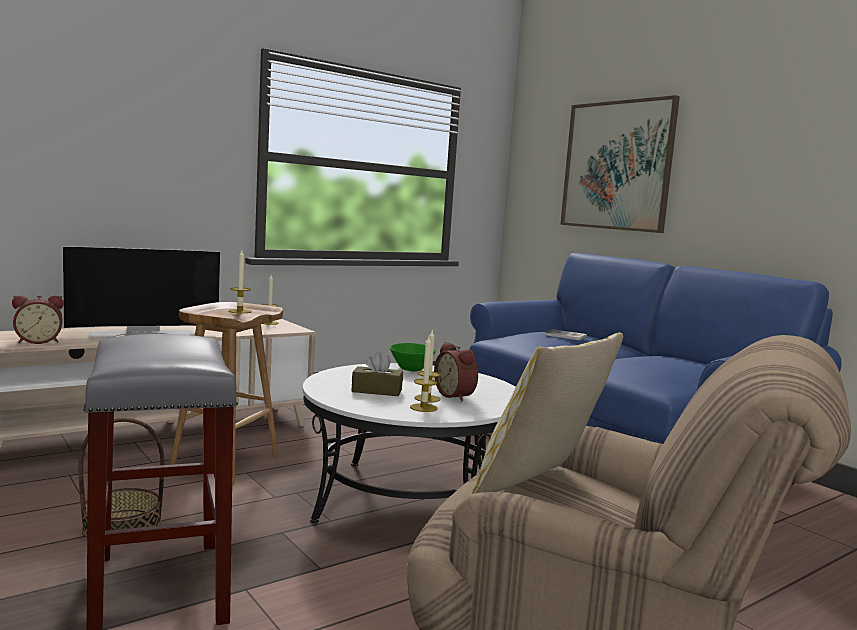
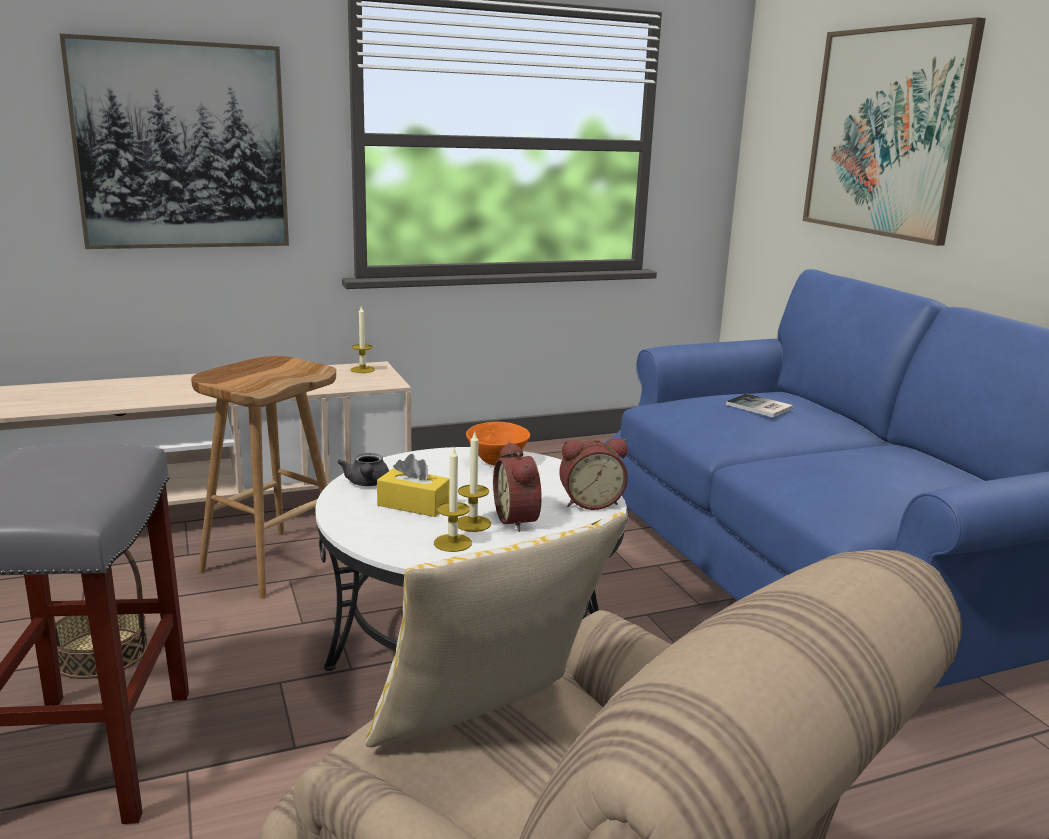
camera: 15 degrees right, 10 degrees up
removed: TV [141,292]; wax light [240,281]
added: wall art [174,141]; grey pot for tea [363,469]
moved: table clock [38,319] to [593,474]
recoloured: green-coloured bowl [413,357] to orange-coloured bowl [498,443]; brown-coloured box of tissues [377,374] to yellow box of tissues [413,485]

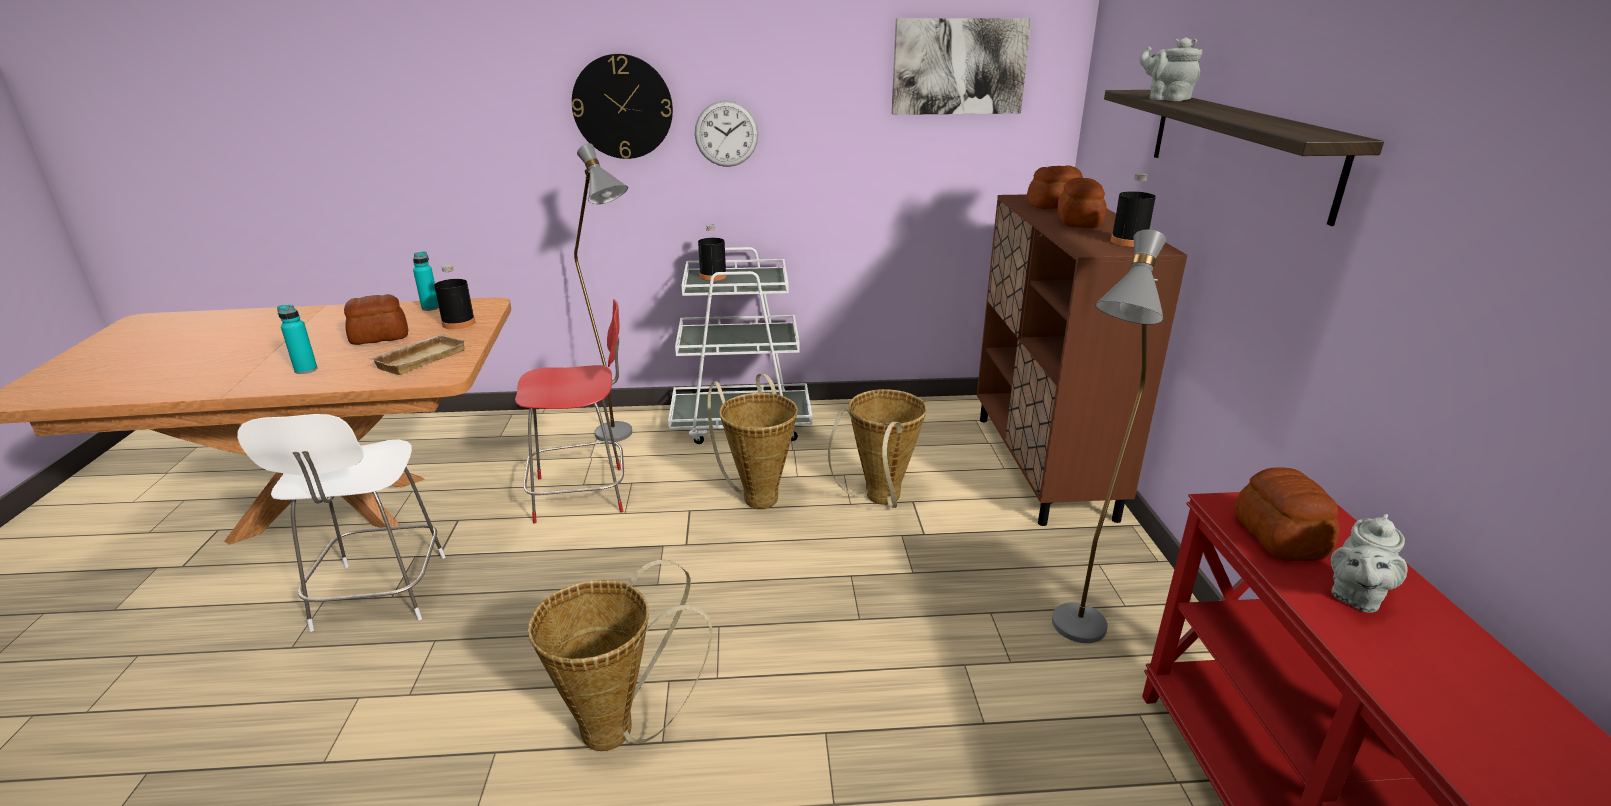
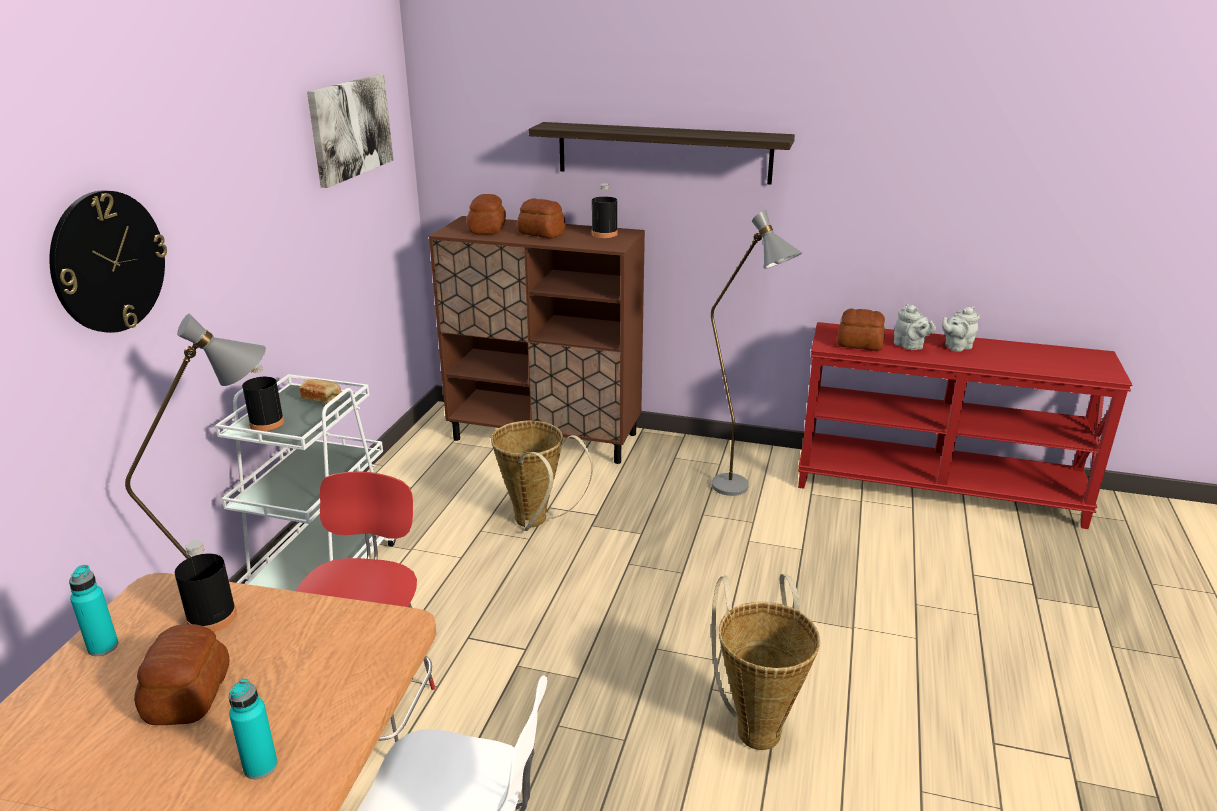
camera: 70 degrees left, 0 degrees up
removed: wall clock [727,133]; beige serving tray [417,354]; storage basket [752,441]
added: baked bread [320,391]
moved: grey pot for tea [1170,69] to [961,329]

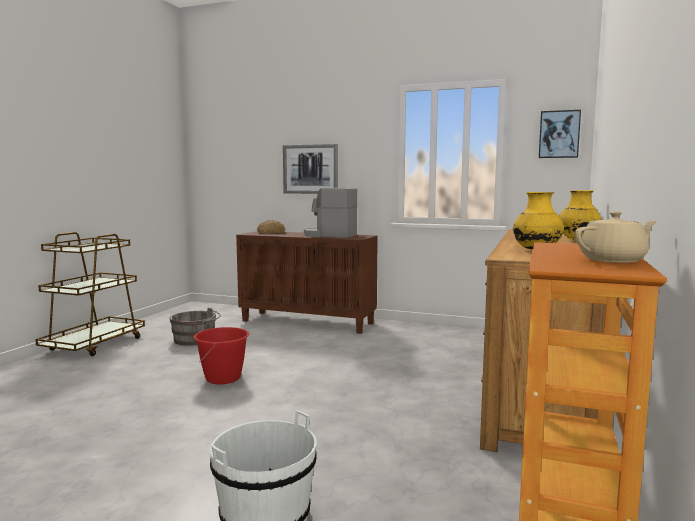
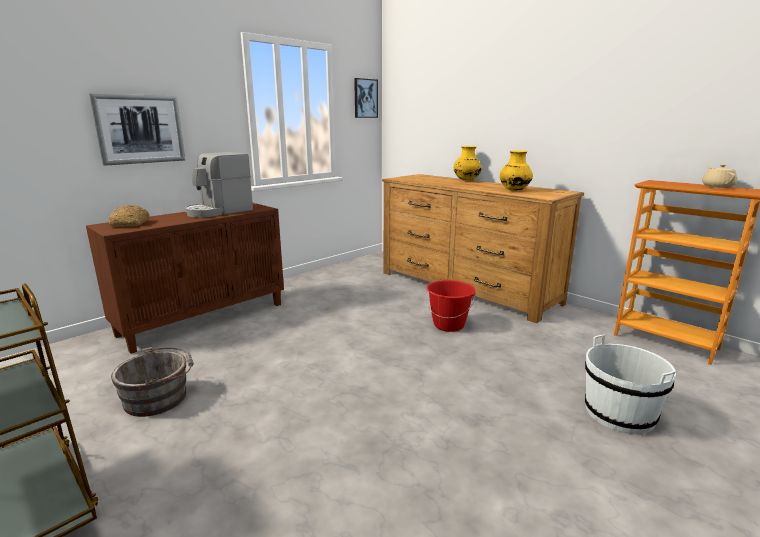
camera: 65 degrees left, 10 degrees up
moved: red-coloured bucket [221,355] to [450,306]

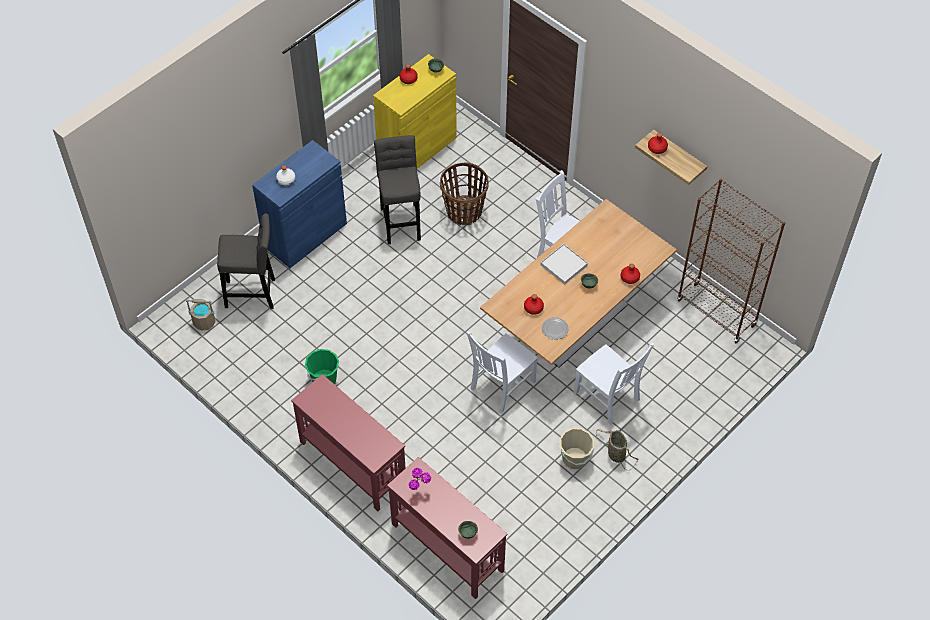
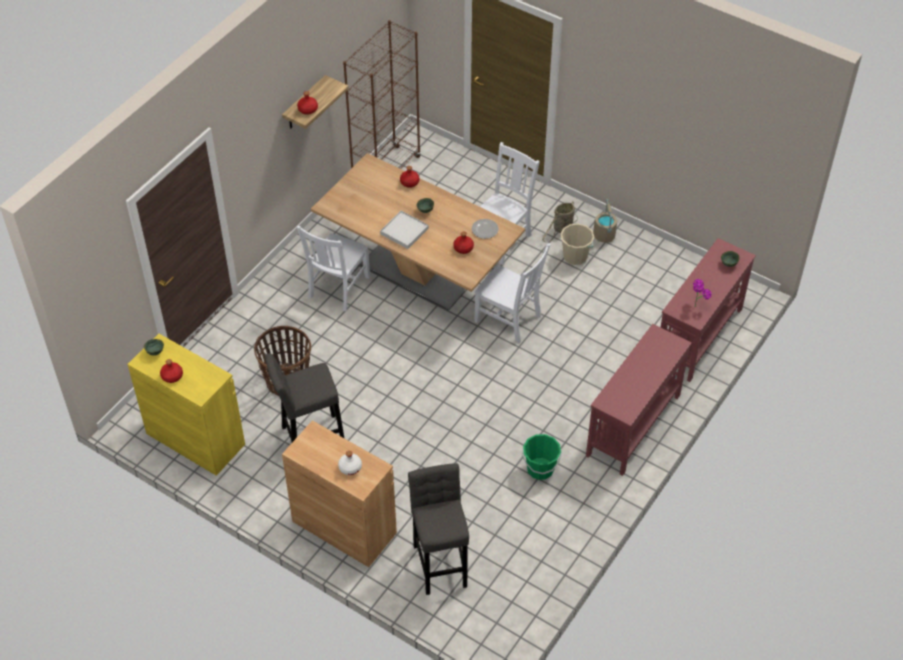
camera: 100 degrees left, 5 degrees down
moved: beige bucket [200,314] to [605,221]
recoloured: blue-coloured cabinet [299,204] to brown-coloured cabinet [339,493]

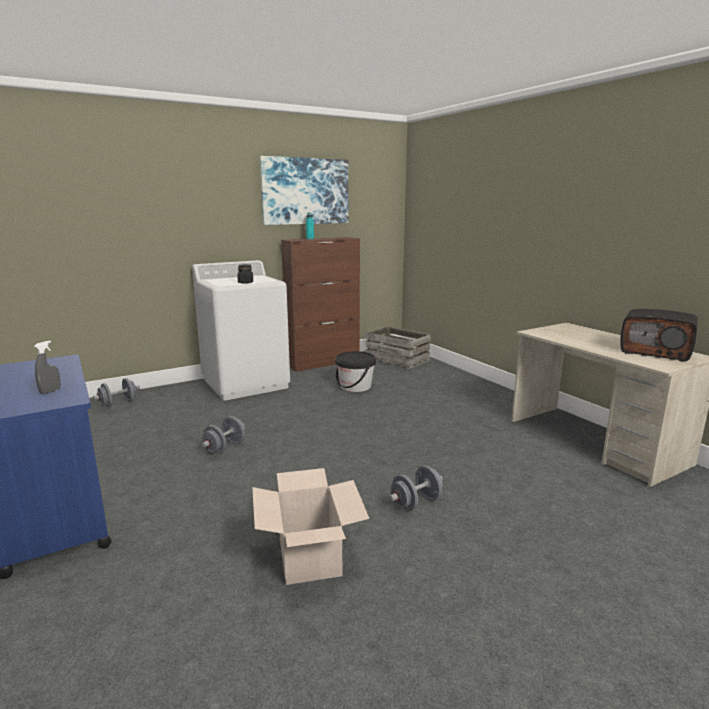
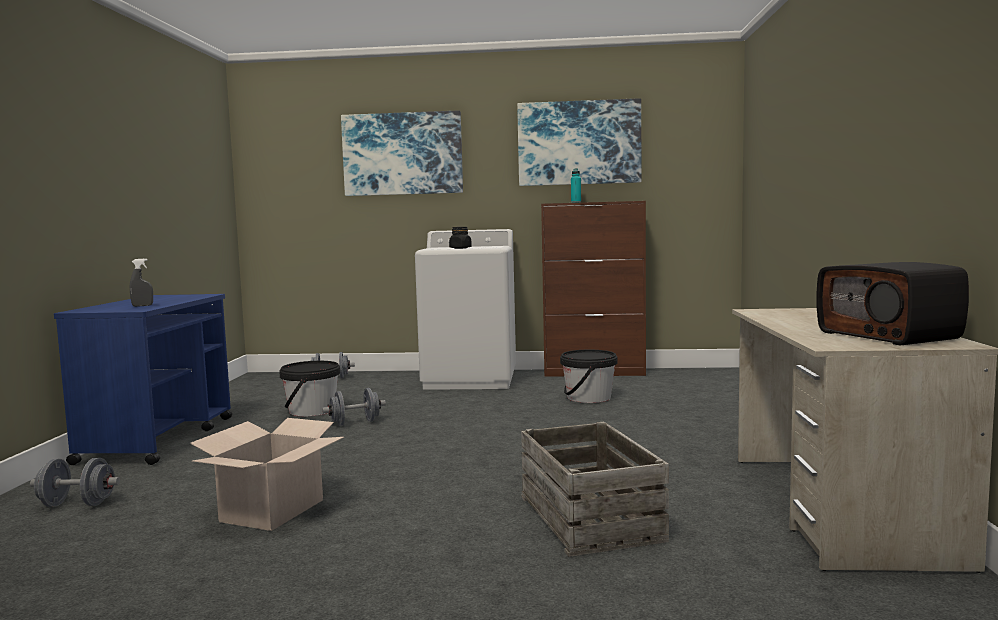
camera: 35 degrees right, 10 degrees down
added: wall art [402,153]; black-coloured bucket [309,389]
moved: packing crate [398,347] to [595,489]; grey hand weight [416,488] to [75,482]

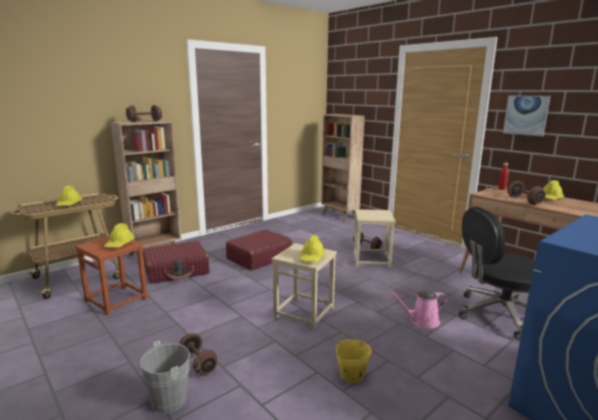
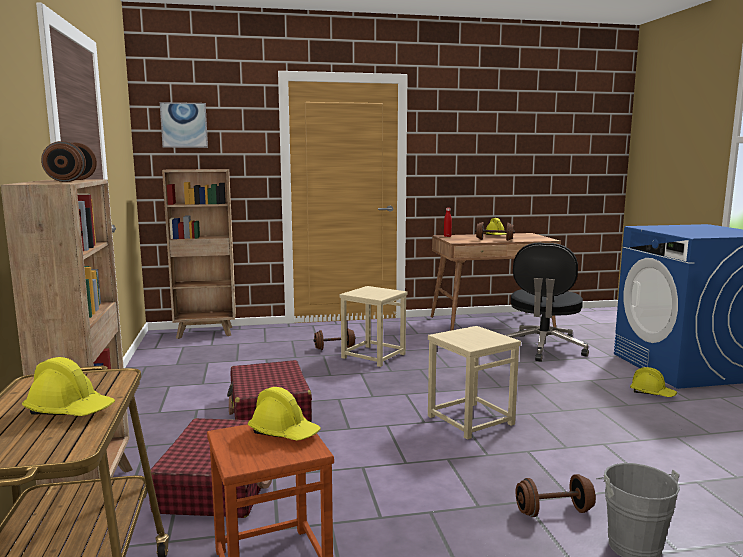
camera: 60 degrees left, 5 degrees down
removed: pinkish watering pot [419,309]; yellow bucket [353,357]
moved: wall art [527,116] to [184,125]; yellow work helmet [312,248] to [653,382]

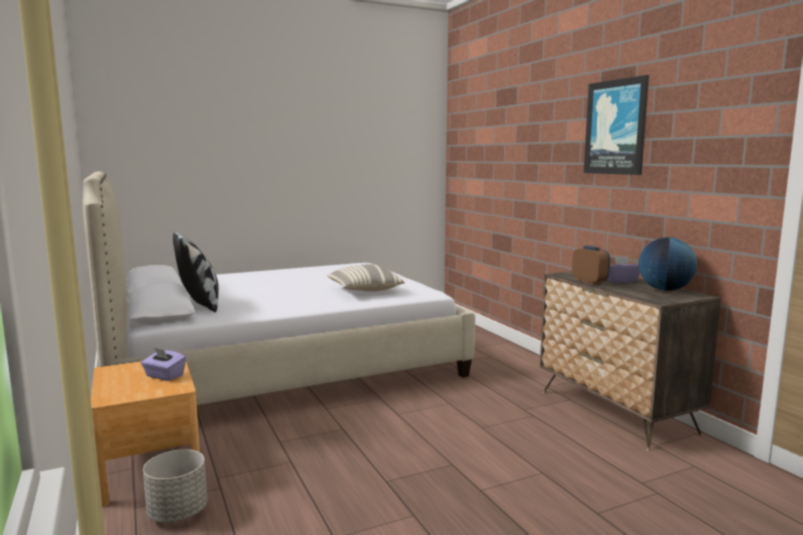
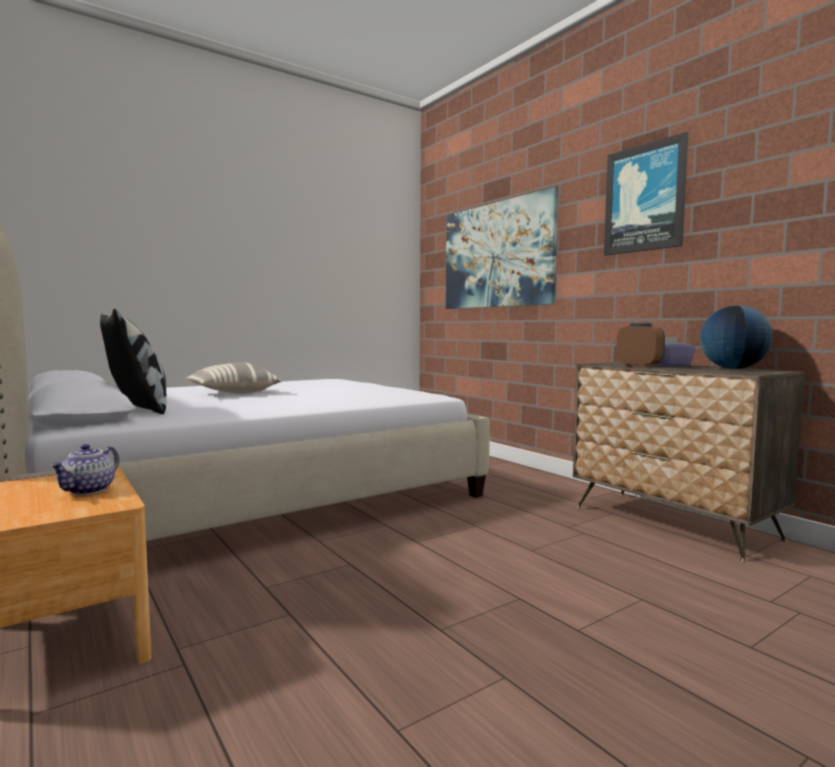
camera: 10 degrees left, 5 degrees down
removed: grey flower pot [175,485]
added: wall art [502,248]
moved: cushion [365,278] to [234,378]
replaced: purple box of tissues [163,364] to pot for tea [84,469]

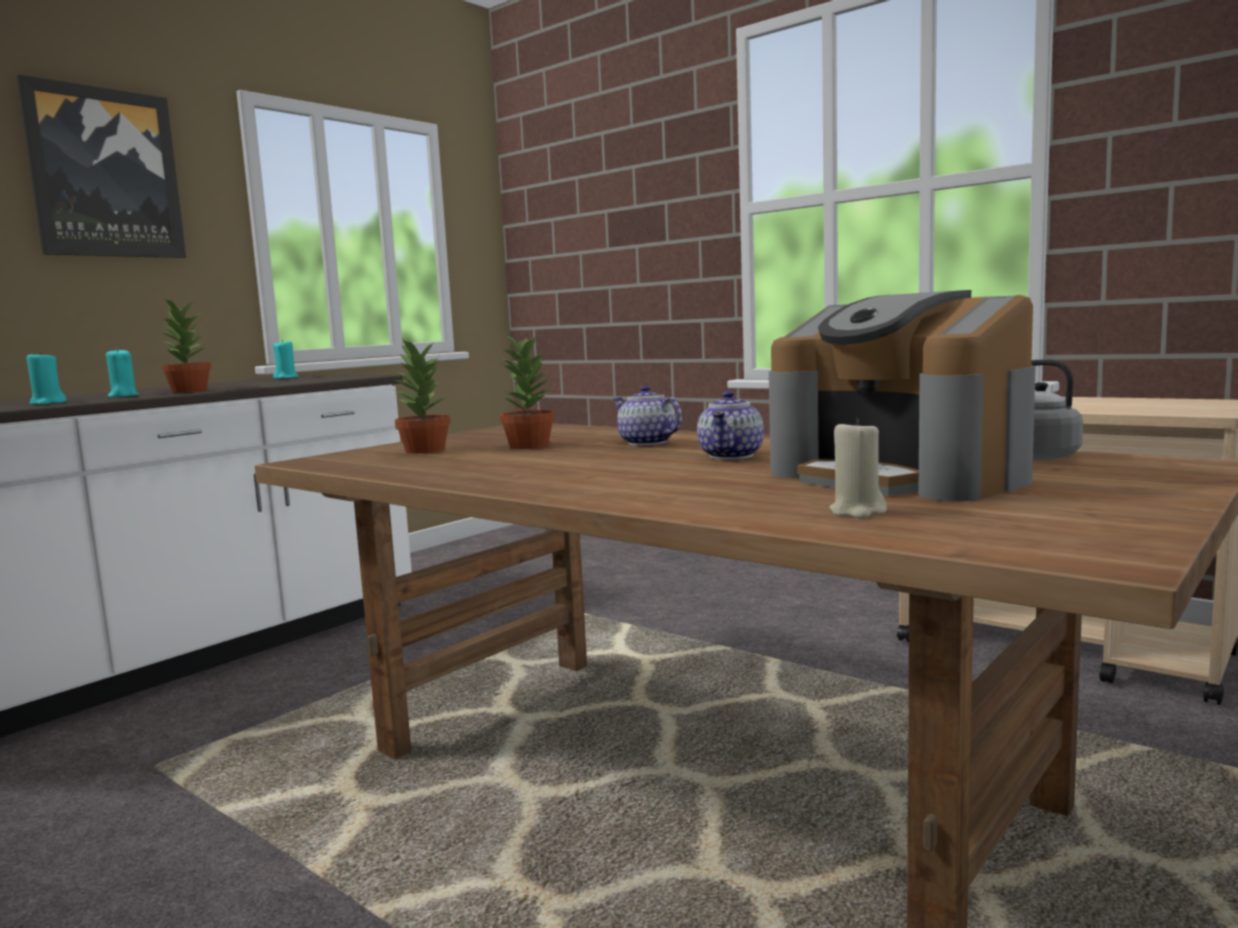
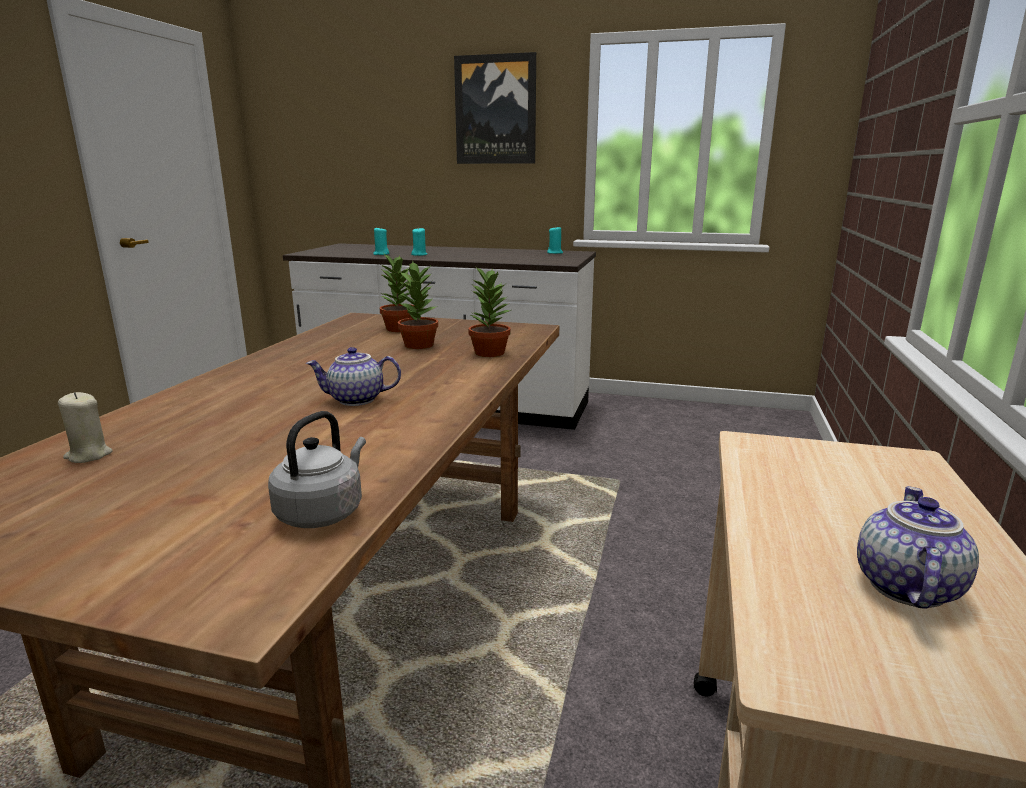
camera: 65 degrees right, 10 degrees up
removed: coffee maker [902,396]
moved: houseplant [185,345] to [489,312]; pot for tea [647,415] to [918,547]

